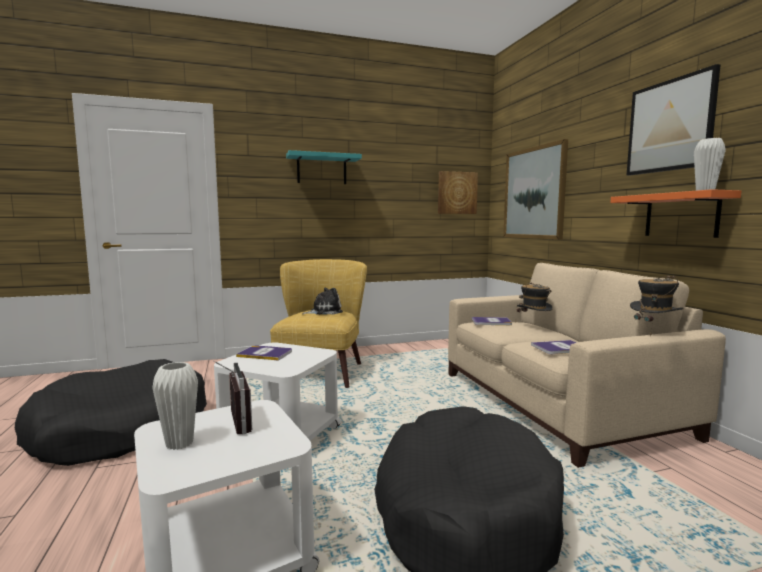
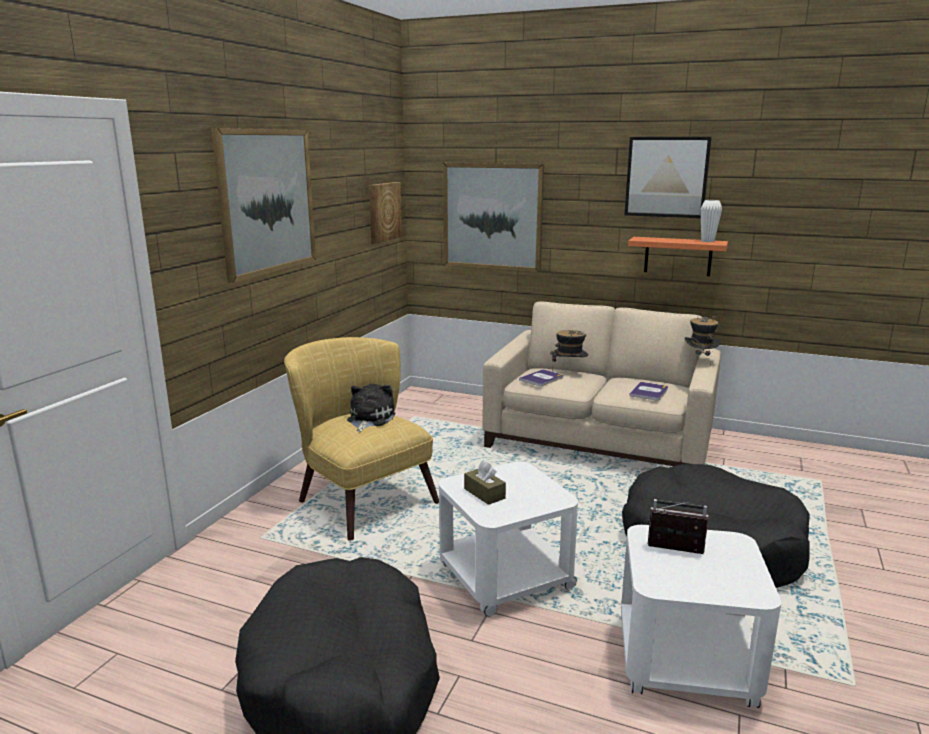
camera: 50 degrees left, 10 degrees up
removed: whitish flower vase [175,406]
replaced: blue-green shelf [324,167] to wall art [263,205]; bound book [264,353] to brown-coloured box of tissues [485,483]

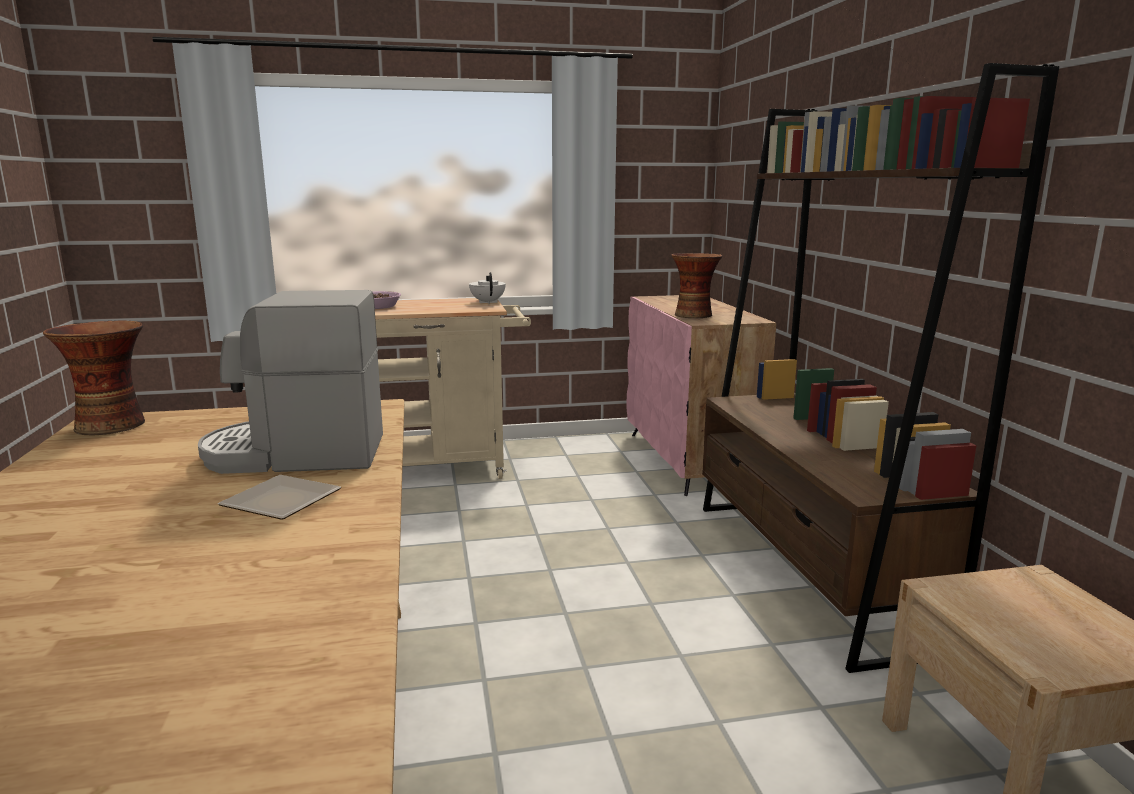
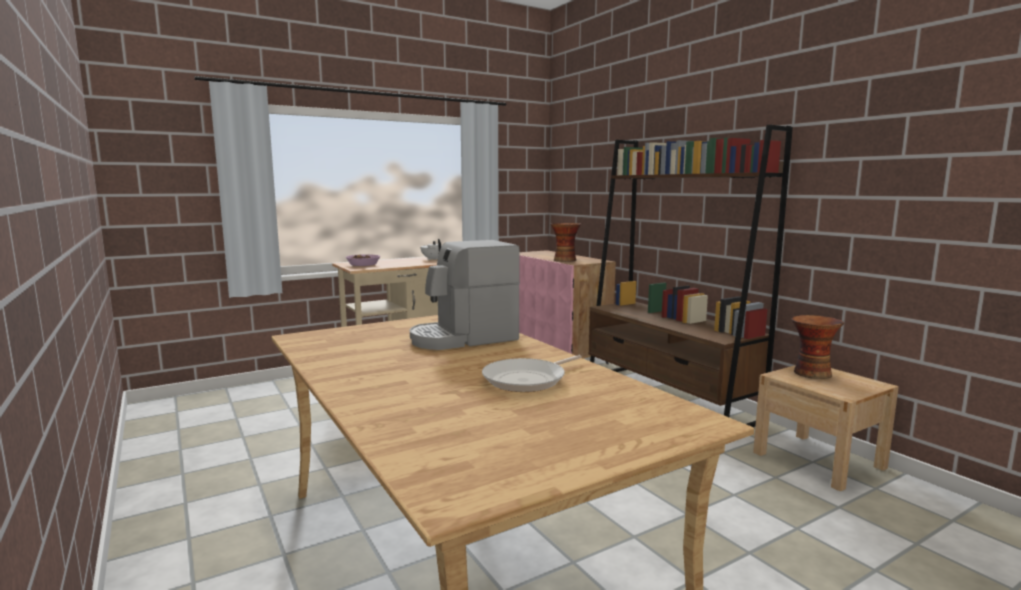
camera: 20 degrees left, 5 degrees down
removed: flat dish [279,497]
added: skillet [532,373]
moved: flower vase [94,378] to [818,347]

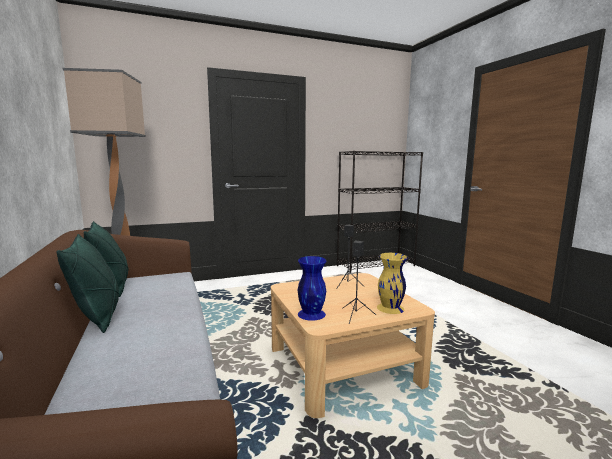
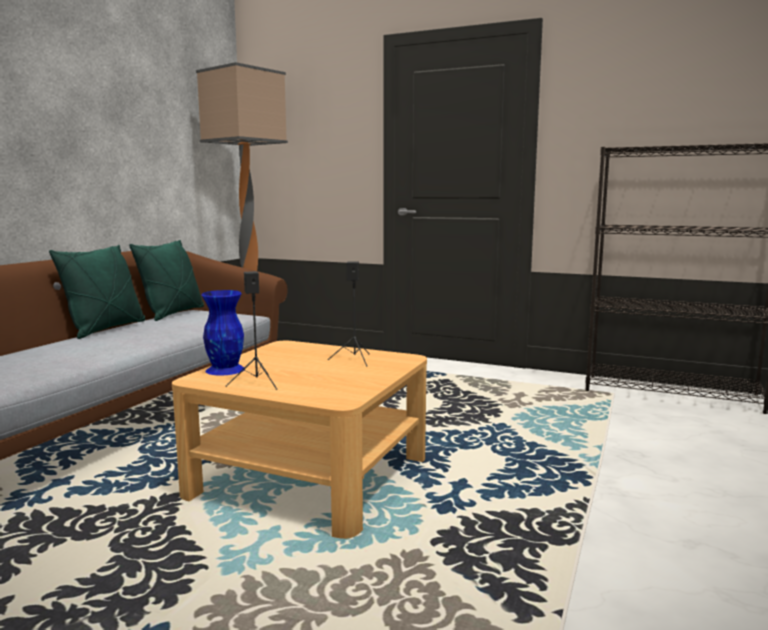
camera: 45 degrees right, 0 degrees up
removed: yellow flower vase [392,283]

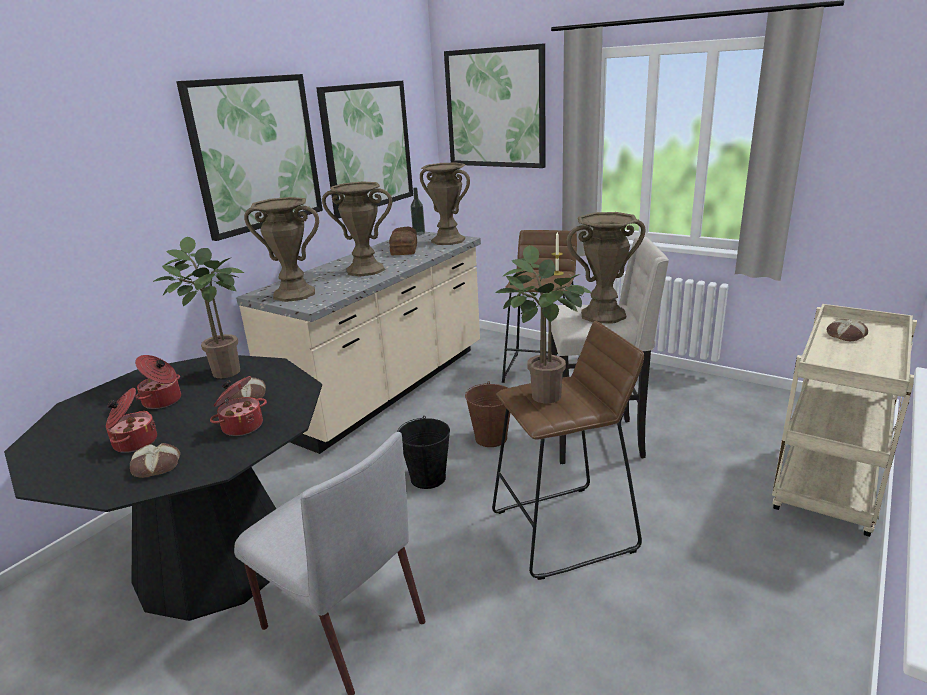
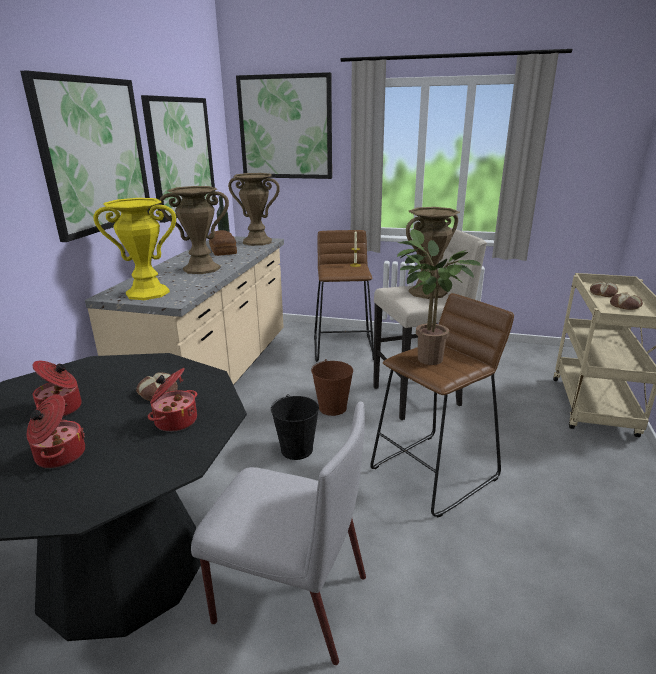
camera: 20 degrees left, 0 degrees up
removed: houseplant [198,307]
moved: baked bread [155,460] to [626,301]
recoloured: brown-coloured flower vase [281,249] to yellow flower vase [135,249]

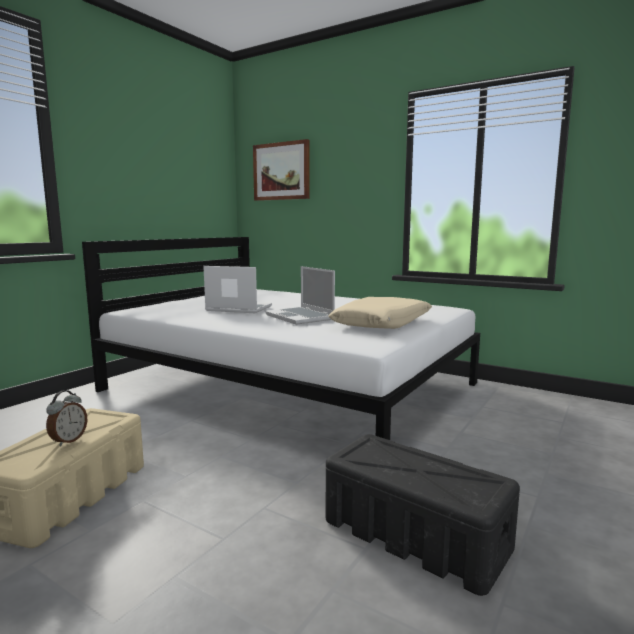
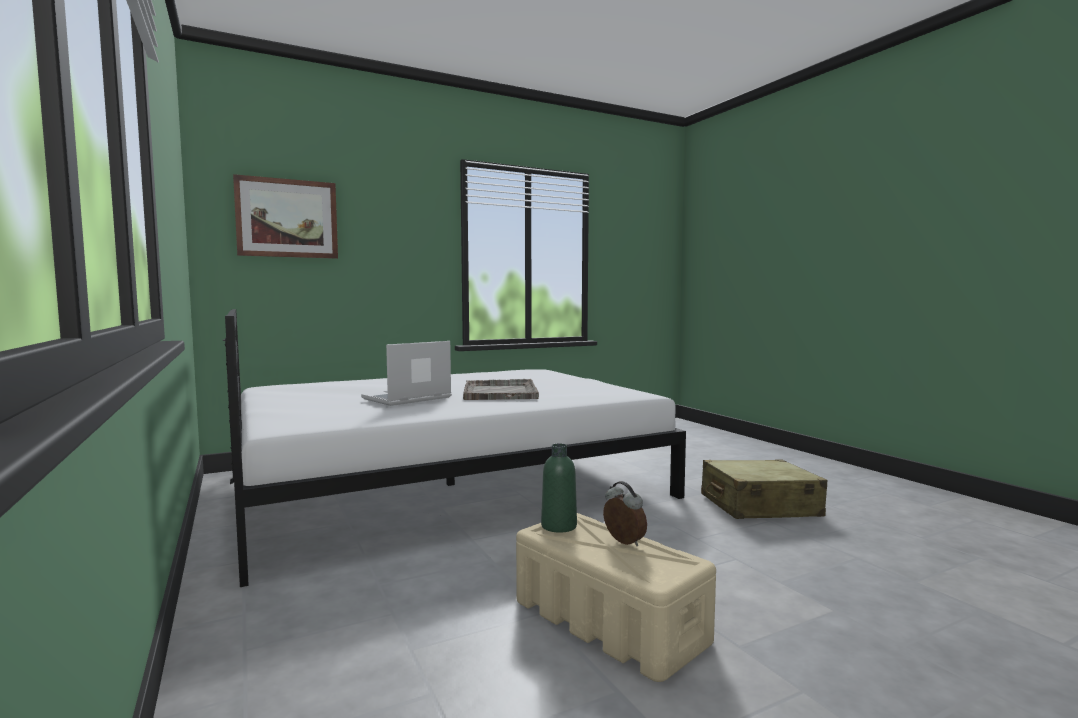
camera: 60 degrees left, 5 degrees down
removed: beige cushion [380,313]
added: green-coloured bottle [559,488]
replaced: notebook computer [300,295] to grey serving tray [501,389]; black-coloured storage box [423,515] to beige piece of luggage [764,489]

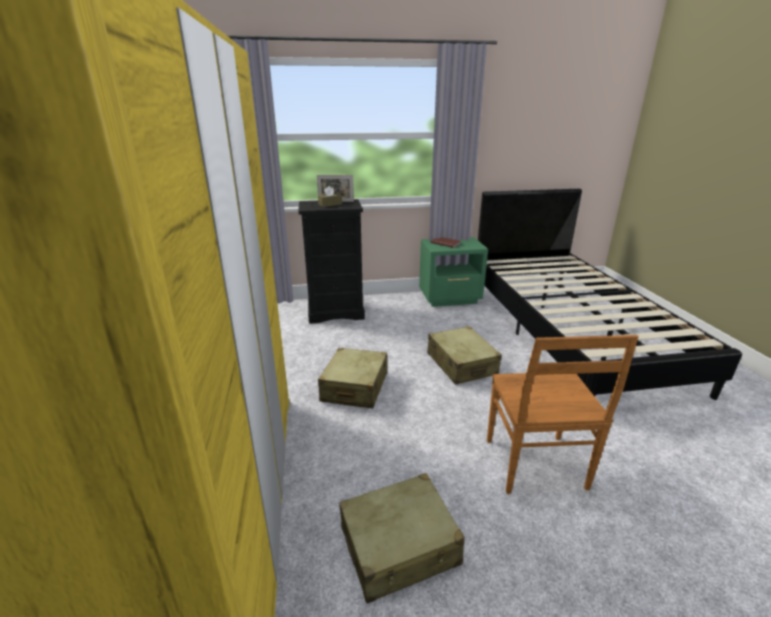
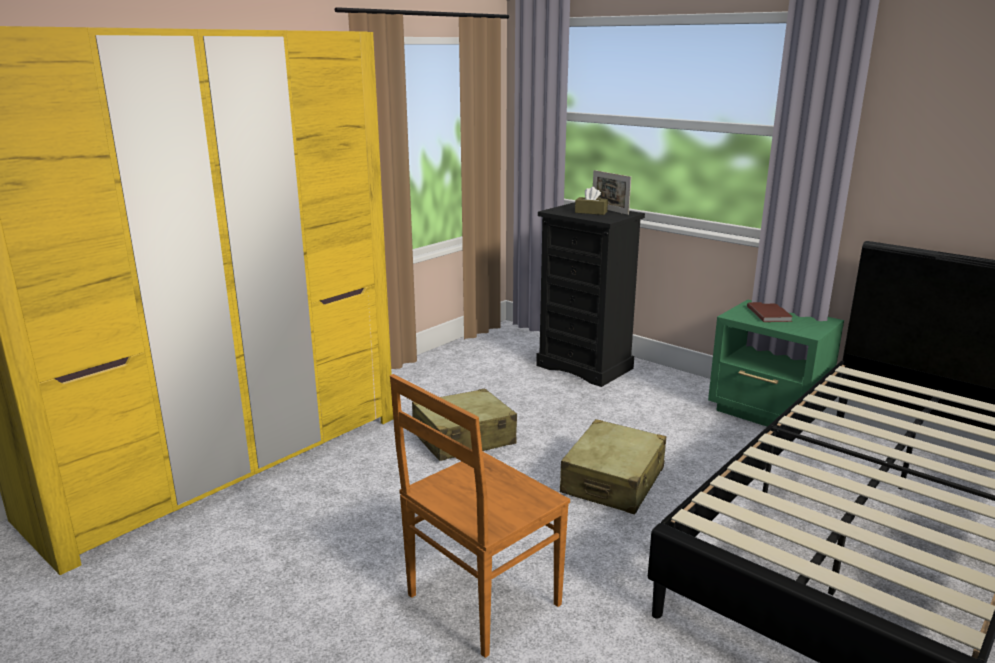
camera: 50 degrees right, 5 degrees down
removed: beige piece of luggage [402,538]

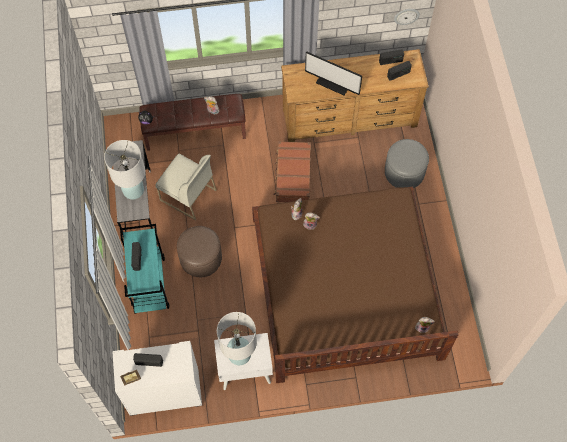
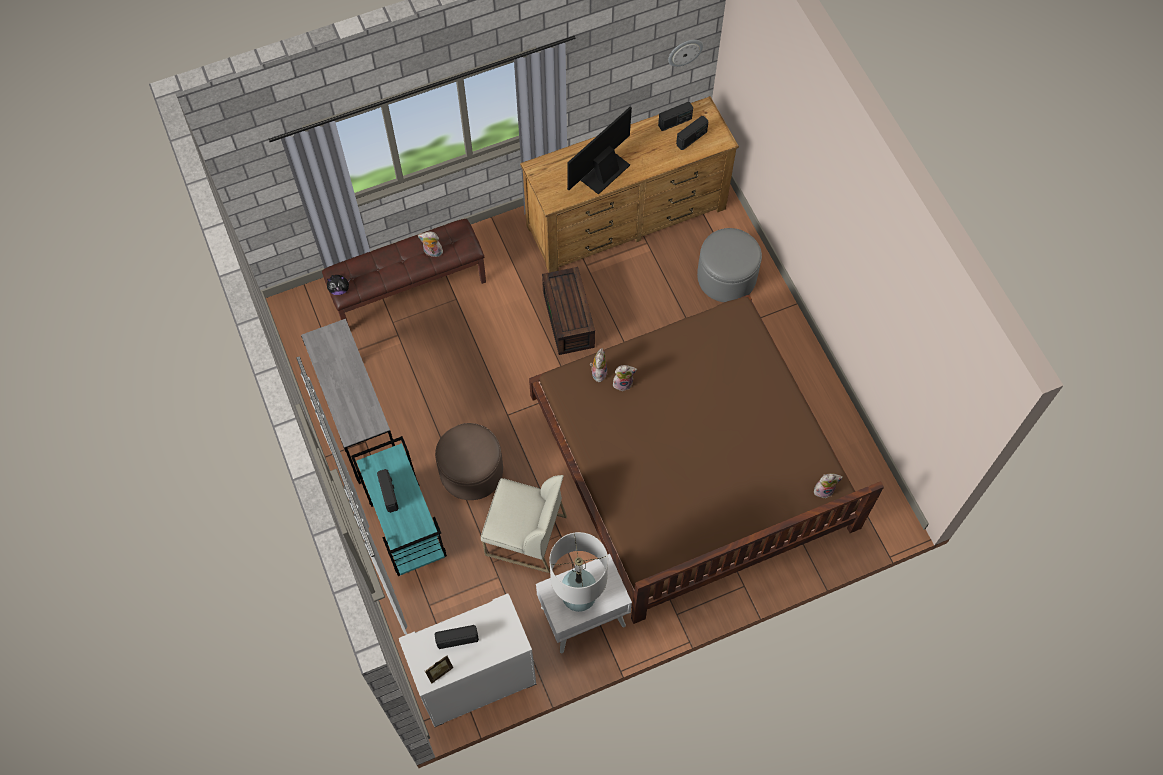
camera: 15 degrees left, 0 degrees up
removed: whitish lamp for a table [125,170]
moved: whitish chair [186,187] to [524,524]
replaced: brown-coloured piece of luggage [292,171] to brown-coloured storage box [568,311]
turned: monitor [333,73] = [599,151] 120 degrees clockwise

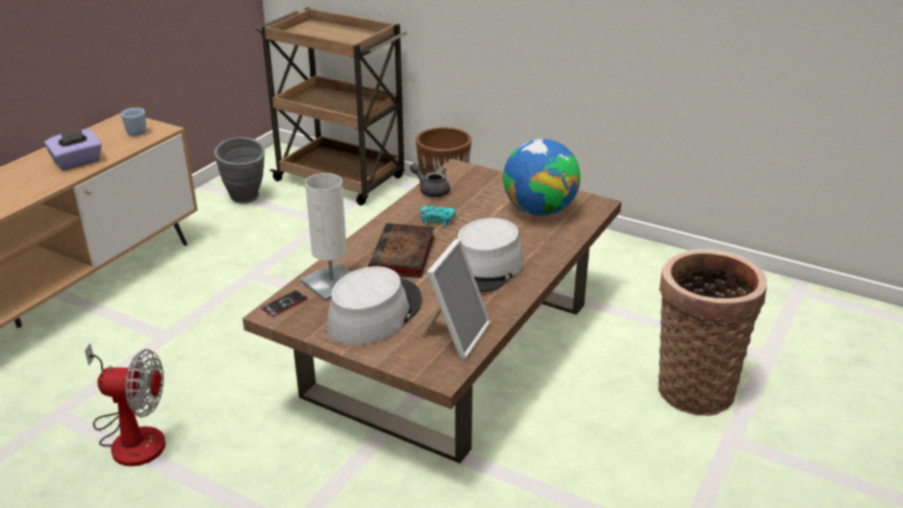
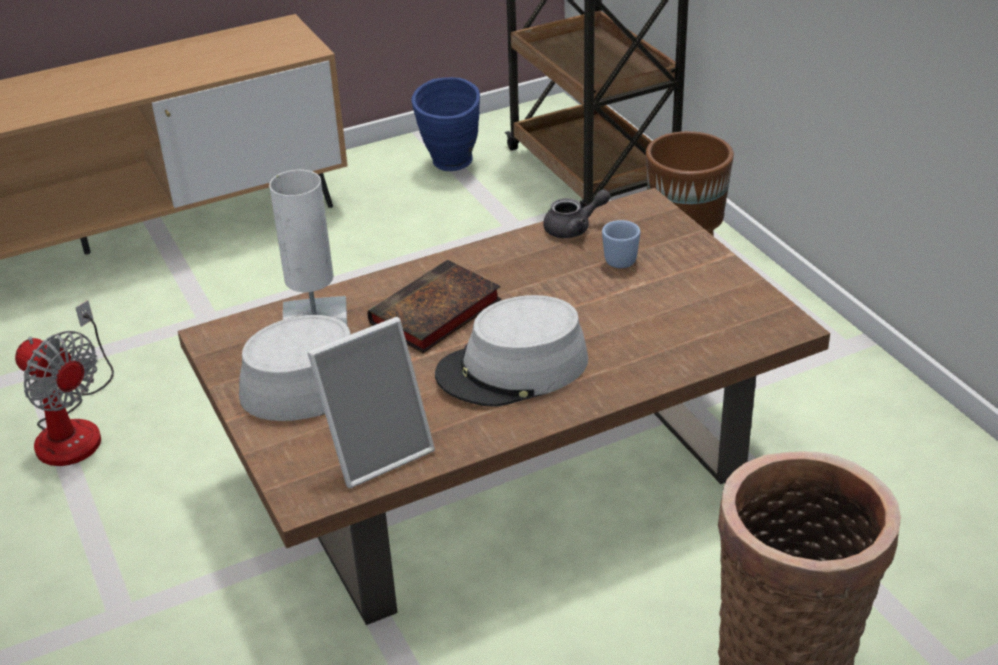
camera: 35 degrees right, 5 degrees up
removed: purple box of tissues [73,149]; globe [541,177]; blue-green joypad [438,215]; handset [284,304]
moved: blue-coloured mug [133,122] to [621,244]
recoloured: grey flower vase [239,170] to blue-coloured flower vase [446,124]
turned: grey pot for tea [430,180] = [577,213] 90 degrees clockwise

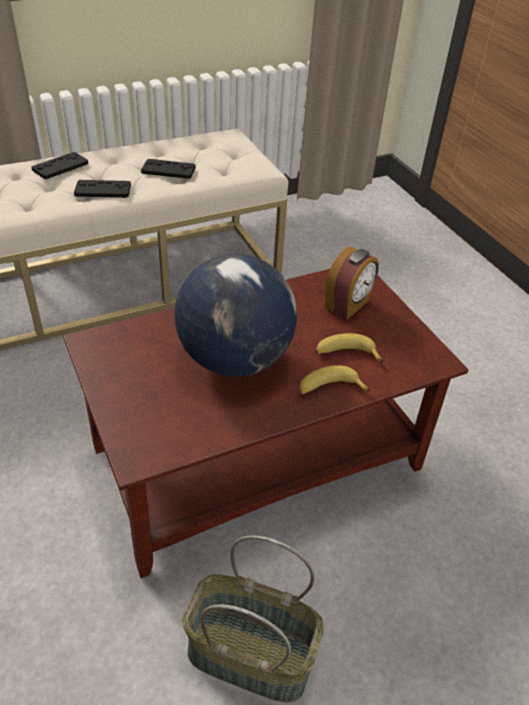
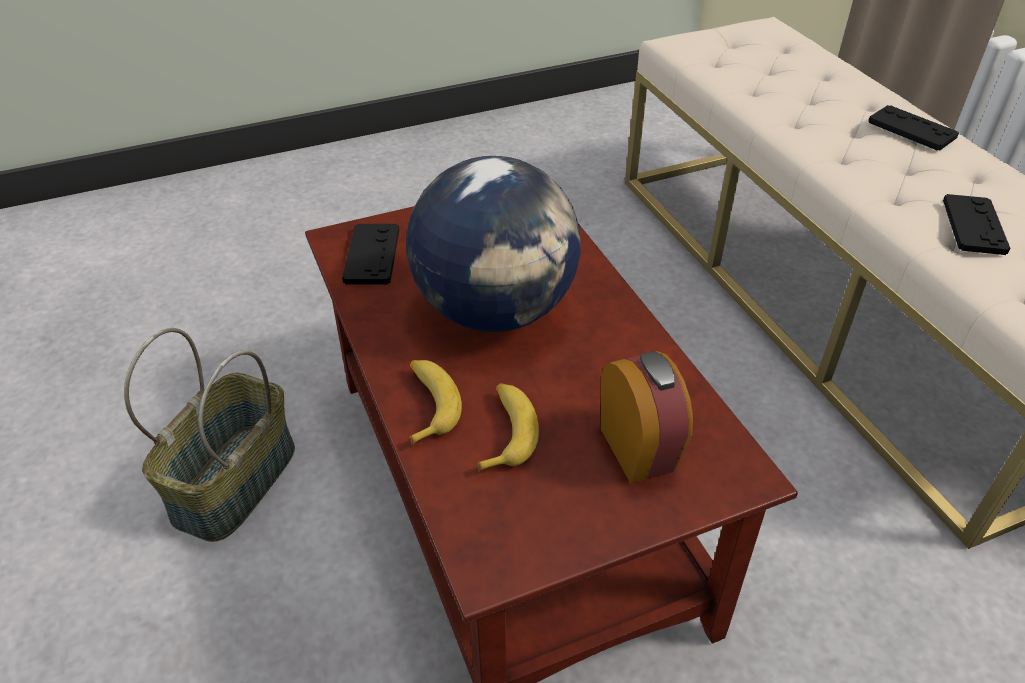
camera: 95 degrees right, 0 degrees up
moved: black-coloured joypad [102,189] to [370,254]
turned: table clock [352,282] = [647,417] 150 degrees counterclockwise

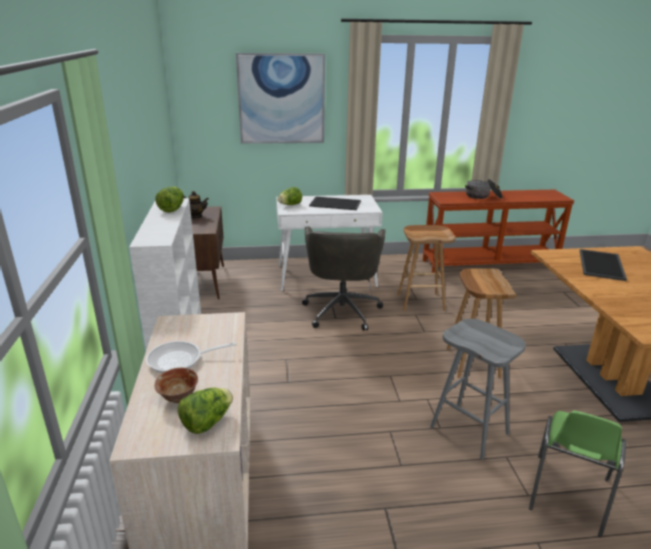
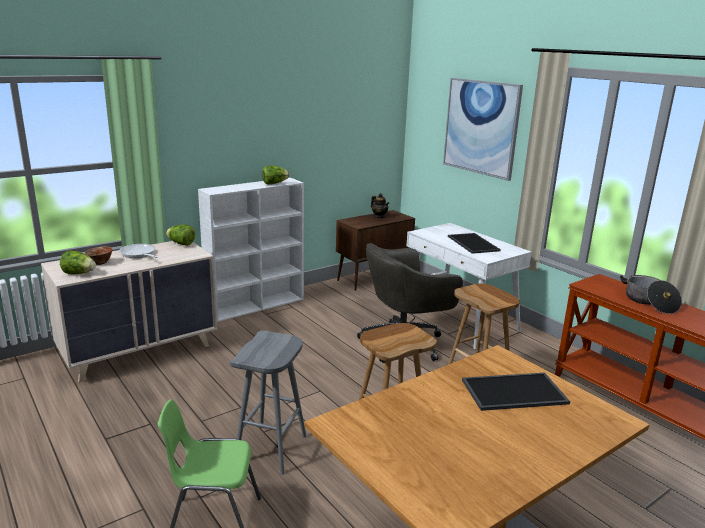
camera: 60 degrees right, 5 degrees down
moved: lettuce head [289,196] to [180,235]

